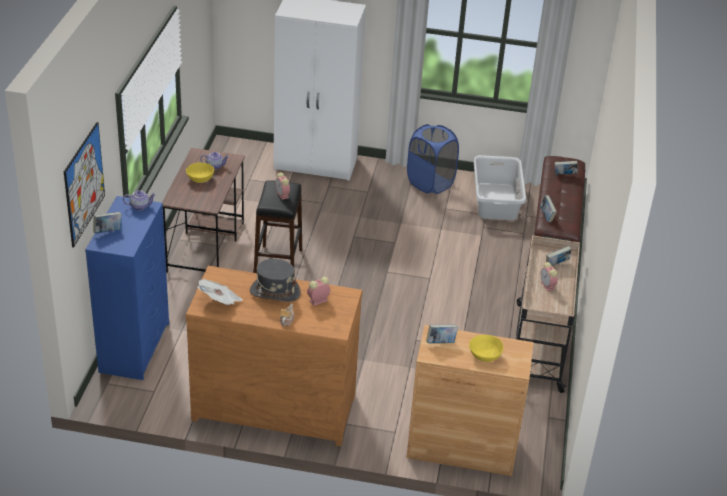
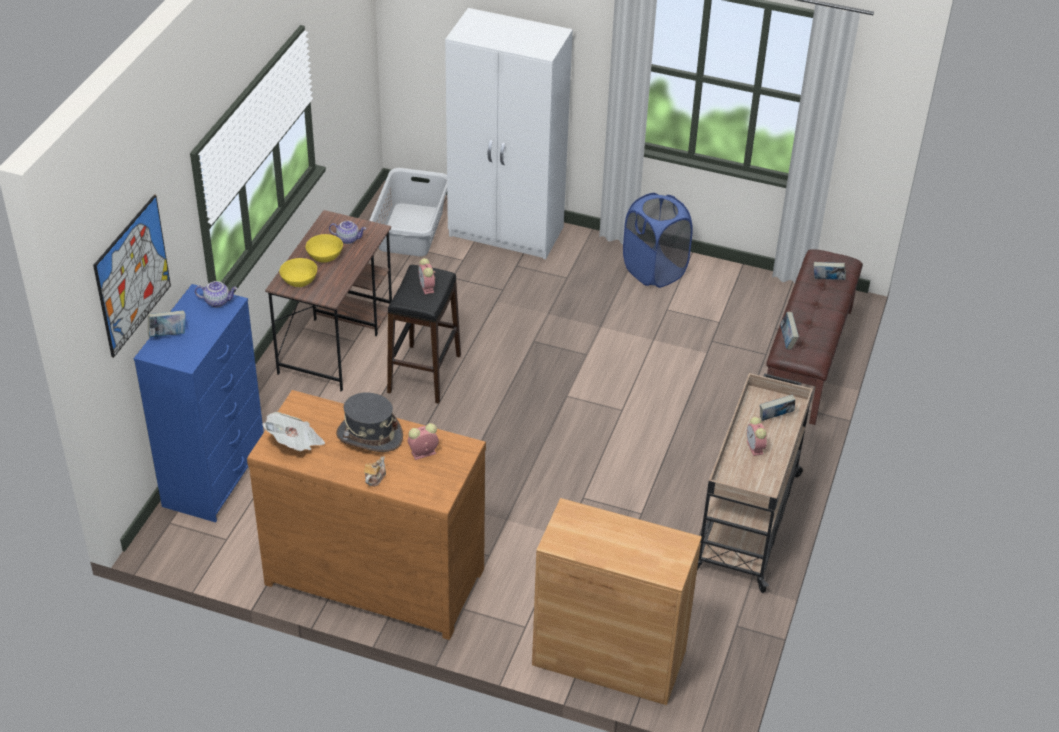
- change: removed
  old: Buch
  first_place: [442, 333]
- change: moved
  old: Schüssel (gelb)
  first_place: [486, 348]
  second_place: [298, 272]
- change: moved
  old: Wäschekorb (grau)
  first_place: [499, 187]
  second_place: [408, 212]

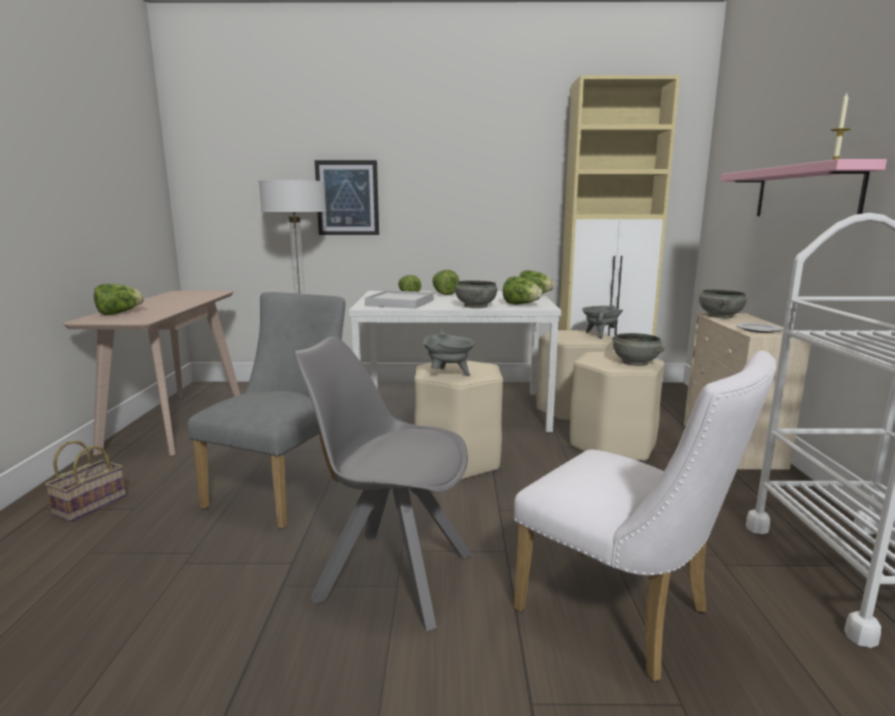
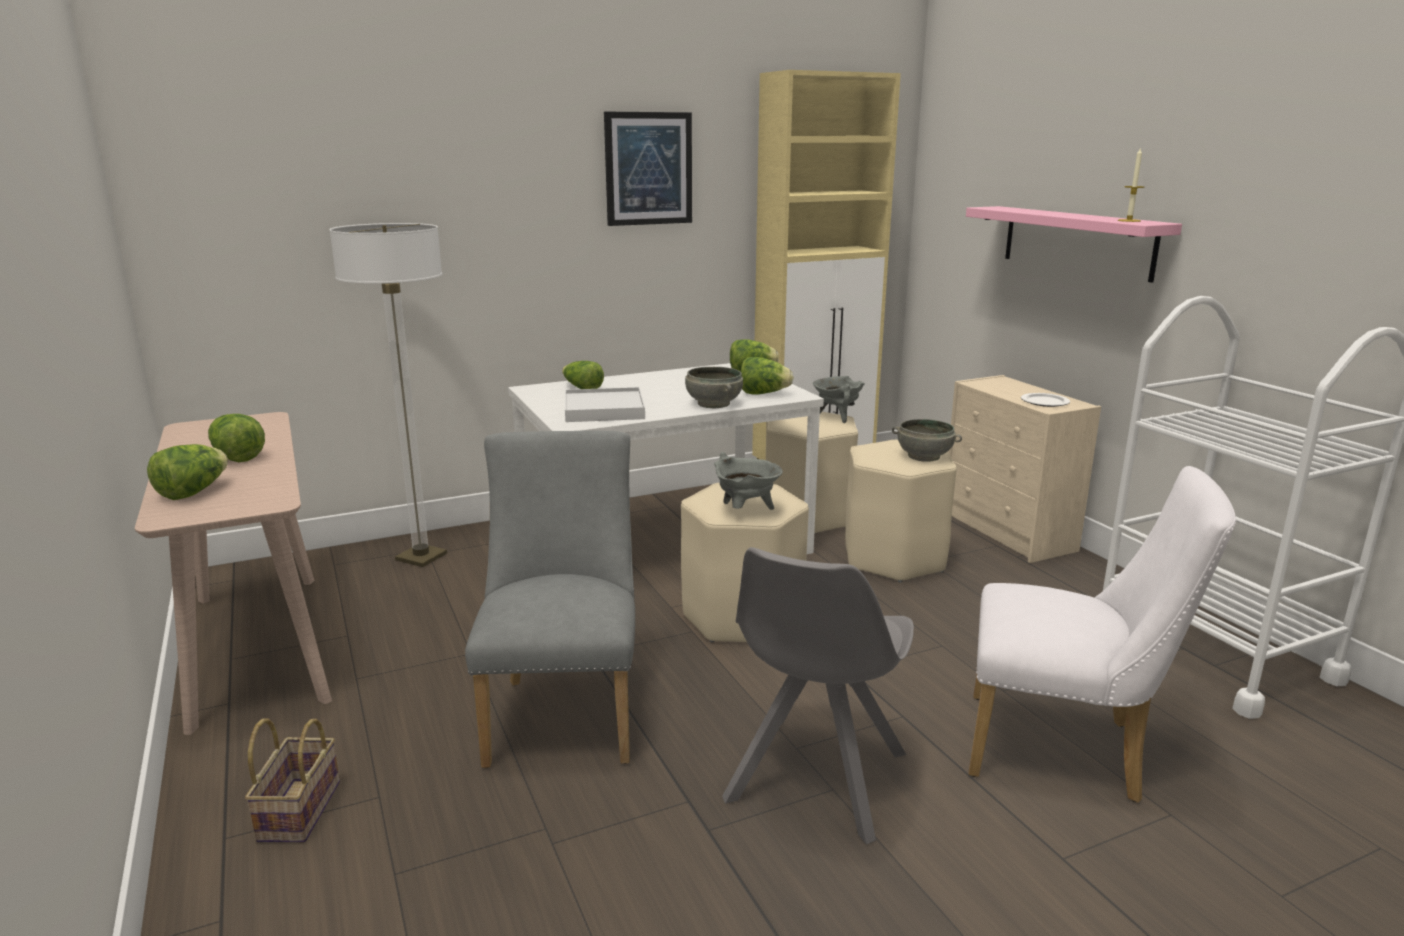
- change: removed
  old: Schüssel (grau)
  first_place: [723, 303]
- change: moved
  old: Bild
  first_place: [347, 197]
  second_place: [648, 169]
- change: moved
  old: Salatkopf
  first_place: [445, 282]
  second_place: [236, 438]
- change: turned
  old: Stuhl (grau)
  first_place: [383, 484]
  second_place: [818, 695]
  degrees: -60

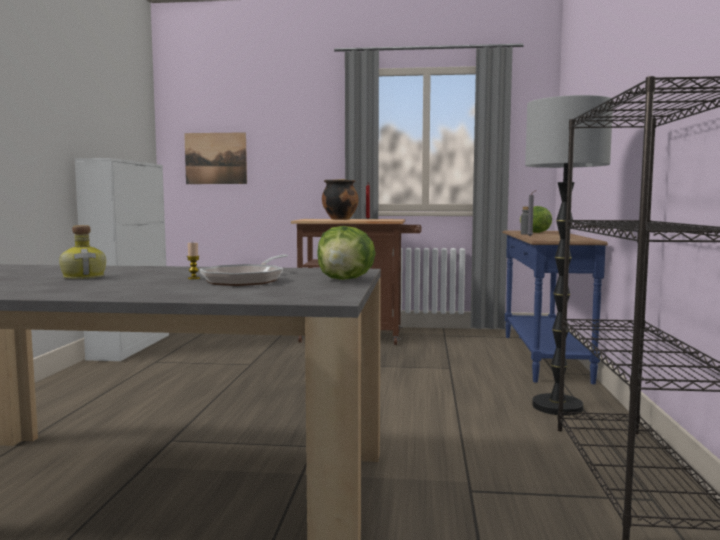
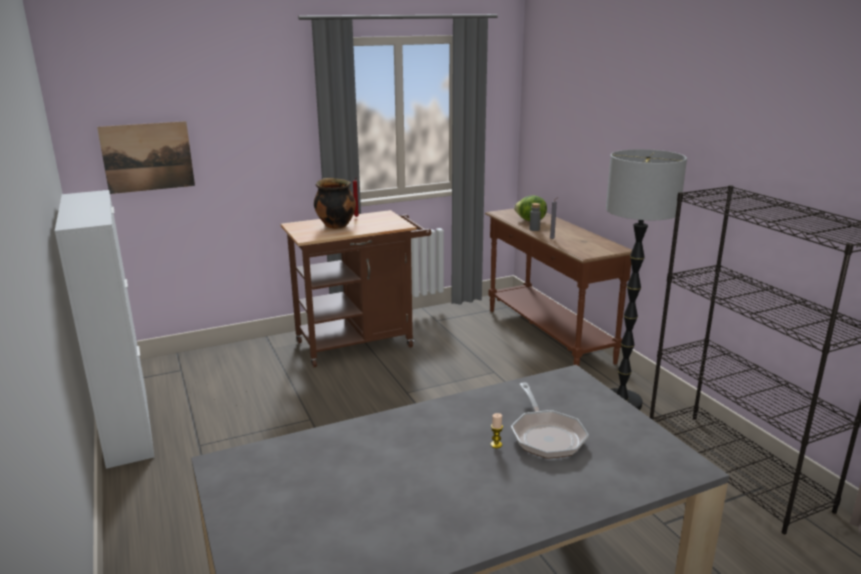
- change: removed
  old: Flasche
  first_place: [82, 252]
- change: removed
  old: Salatkopf
  first_place: [346, 253]
- change: recoloured
  old: Konsolentisch (blau)
  new: Konsolentisch (braun)
  first_place: [555, 307]
  second_place: [558, 287]

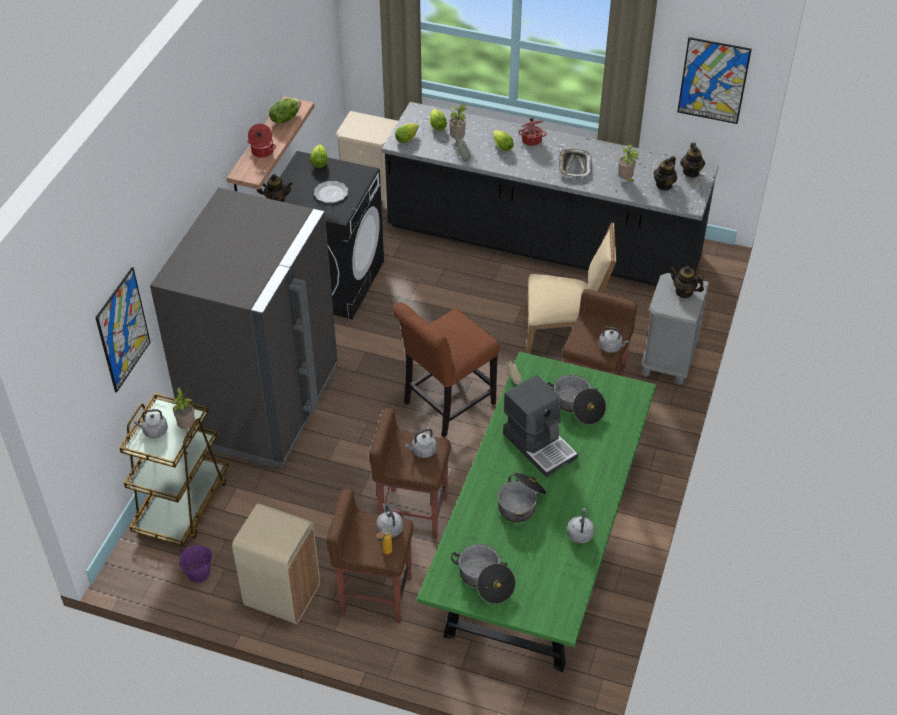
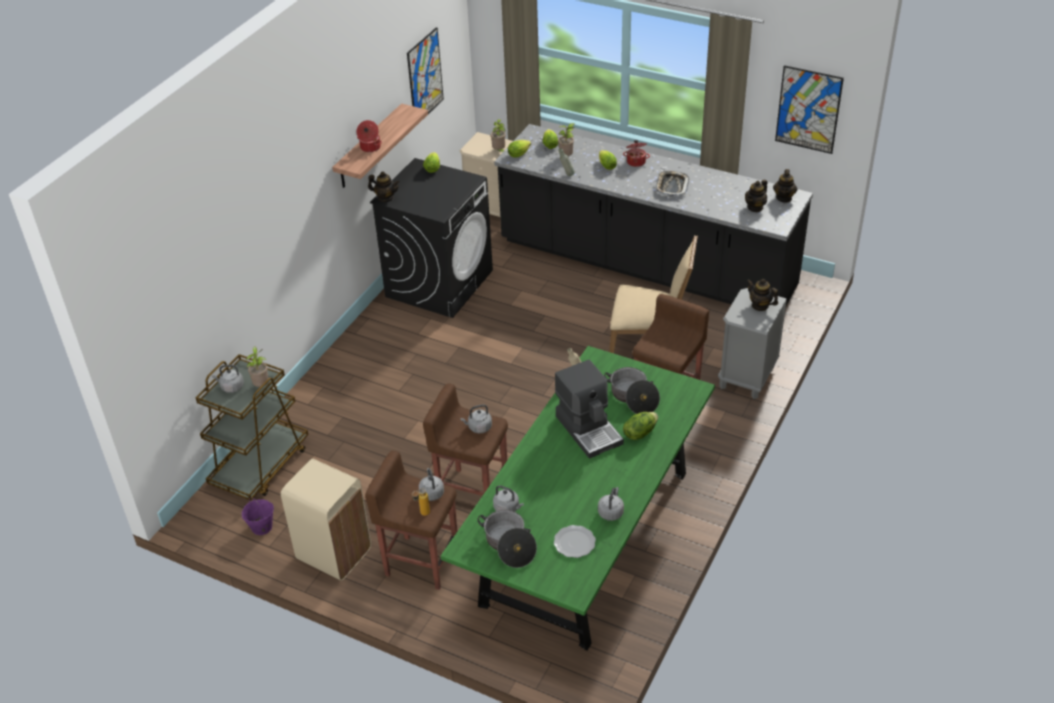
- change: removed
  old: Kühlschrank (grau)
  first_place: [244, 327]
- change: removed
  old: Stuhl (braun)
  first_place: [446, 369]
- change: removed
  old: Kochtopf
  first_place: [522, 497]
- change: moved
  old: Bild
  first_place: [122, 329]
  second_place: [425, 70]
- change: moved
  old: Salatkopf
  first_place: [285, 111]
  second_place: [640, 426]
- change: moved
  old: Teller
  first_place: [331, 192]
  second_place: [575, 541]
- change: moved
  old: Wasserkessel (grau)
  first_place: [614, 339]
  second_place: [508, 498]
- change: moved
  old: Topfpflanze
  first_place: [628, 163]
  second_place: [498, 135]

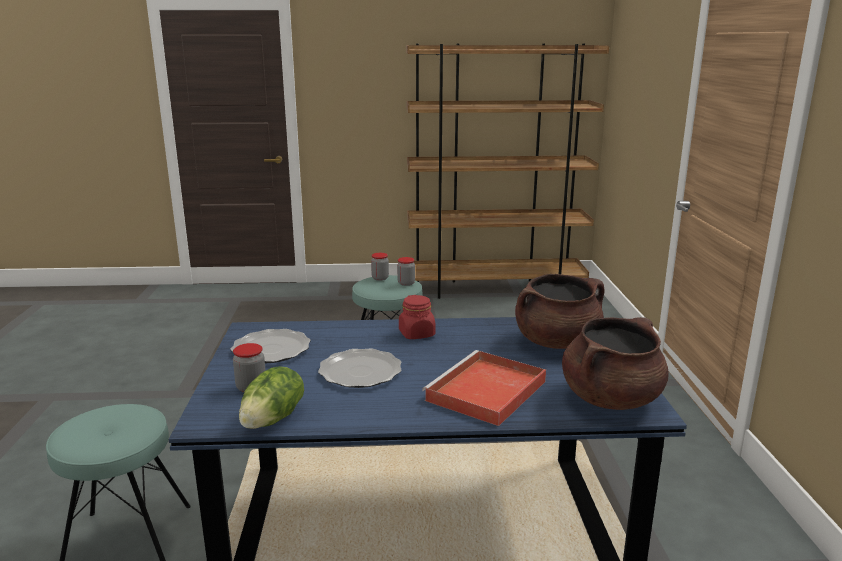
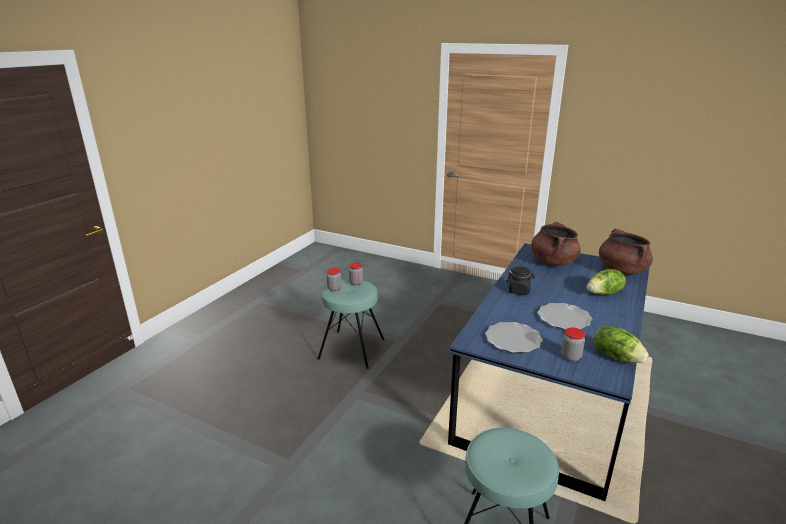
- change: removed
  old: Bücherregal (braun)
  first_place: [507, 171]
- change: replaced
  old: Tablett (rot)
  new: Salatkopf
  first_place: [484, 388]
  second_place: [606, 282]
- change: recoloured
  old: Vorratsglas (rot)
  new: Vorratsglas (schwarz)
  first_place: [417, 317]
  second_place: [520, 280]

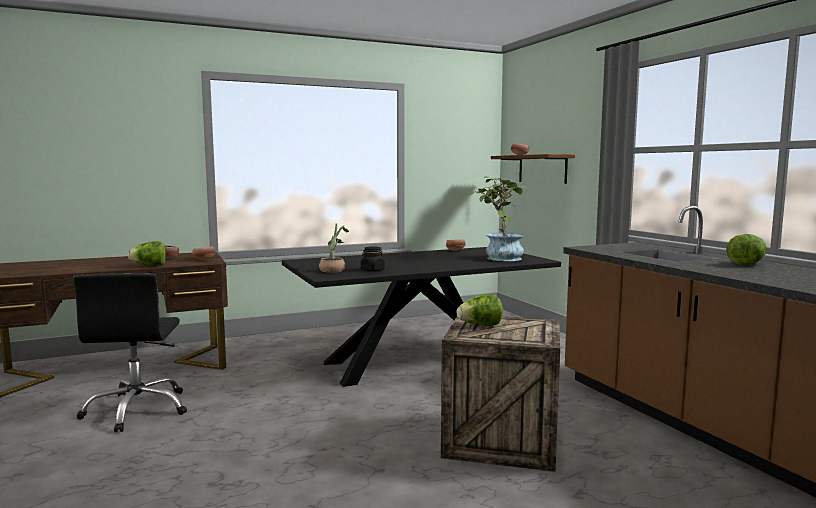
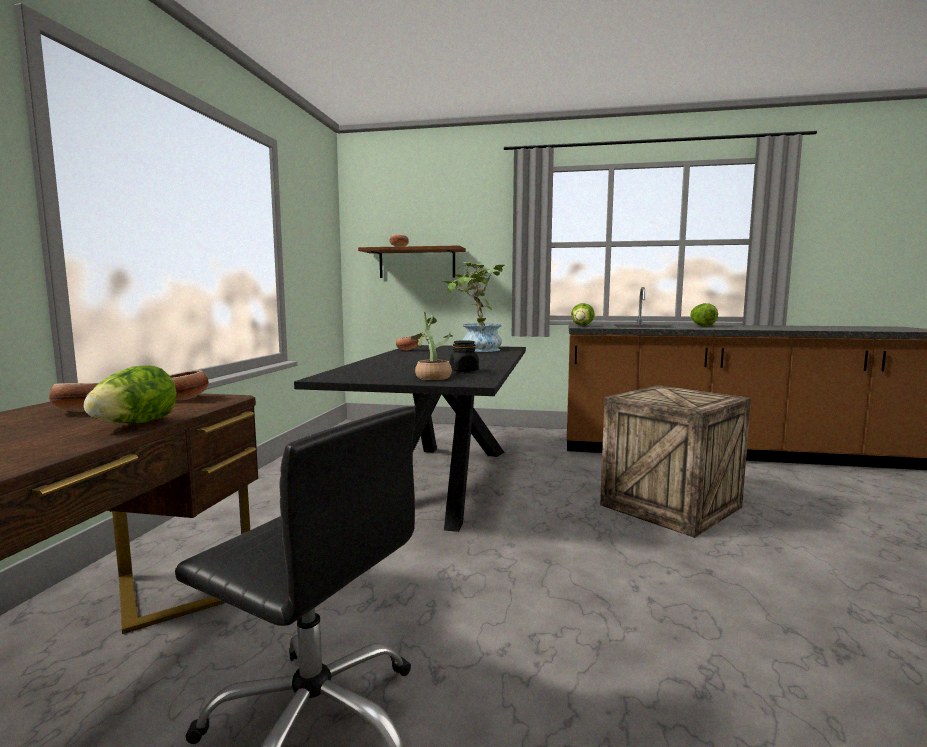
- change: moved
  old: Salatkopf
  first_place: [480, 310]
  second_place: [583, 314]

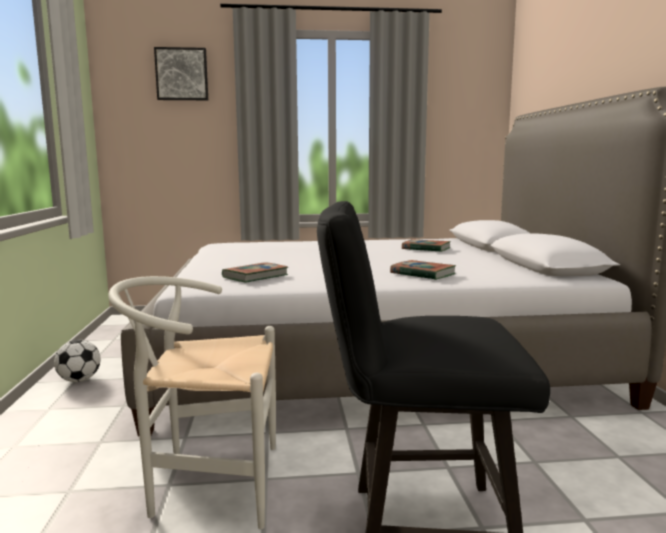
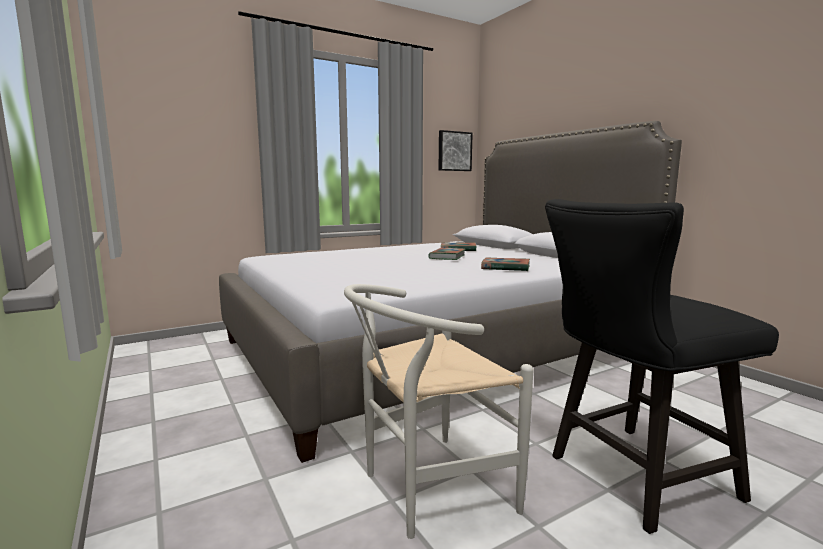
- change: removed
  old: Fußball
  first_place: [77, 360]
- change: moved
  old: Bild
  first_place: [181, 73]
  second_place: [456, 150]
- change: moved
  old: Buch
  first_place: [255, 272]
  second_place: [447, 254]

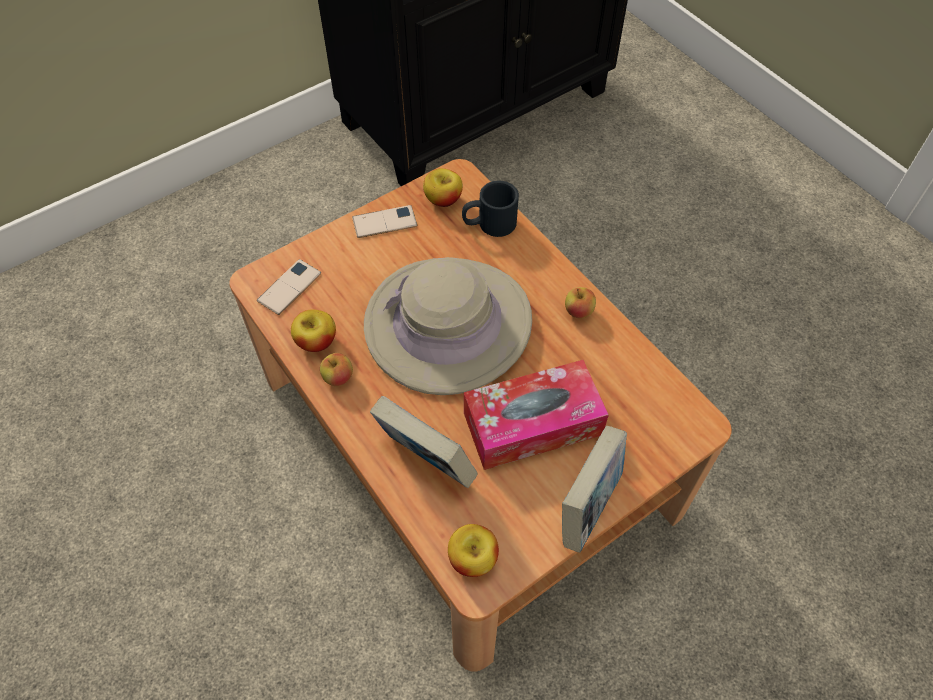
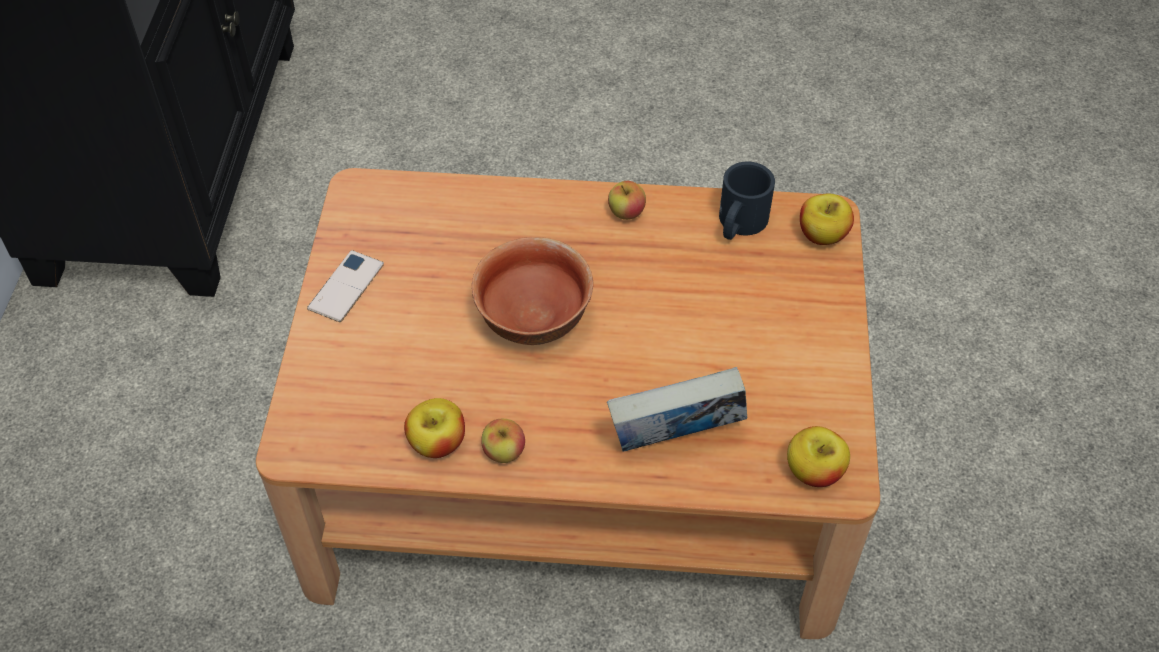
- change: removed
  old: Handy
  first_place: [289, 287]
- change: removed
  old: Taschentuchbox
  first_place: [536, 415]
- change: removed
  old: Buch
  first_place: [594, 489]
- change: moved
  old: Apfel
  first_place: [443, 187]
  second_place: [827, 219]
- change: moved
  old: Henkelbecher (schwarz)
  first_place: [490, 209]
  second_place: [747, 201]
- change: replaced
  old: Hut (beige)
  new: Schüssel
  first_place: [448, 326]
  second_place: [532, 291]

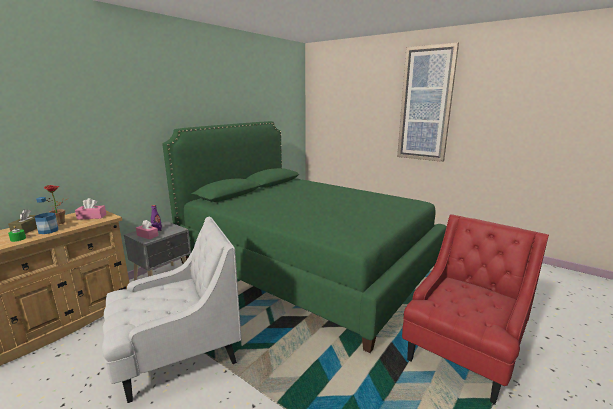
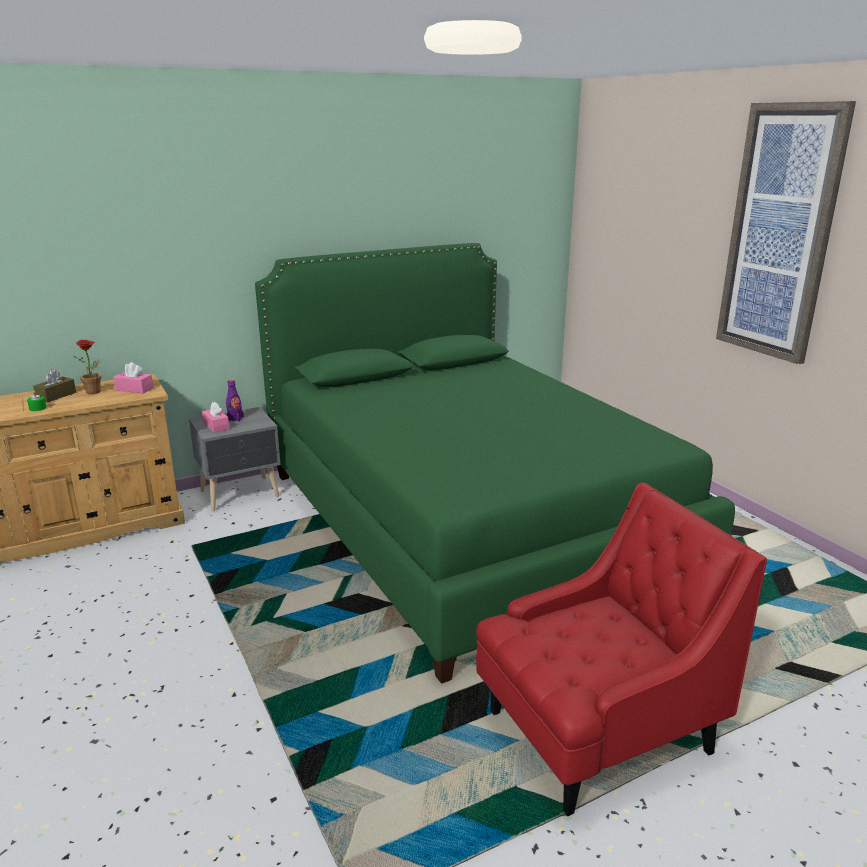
- change: removed
  old: Flasche
  first_place: [46, 215]
- change: removed
  old: Sessel (weiß)
  first_place: [171, 310]

